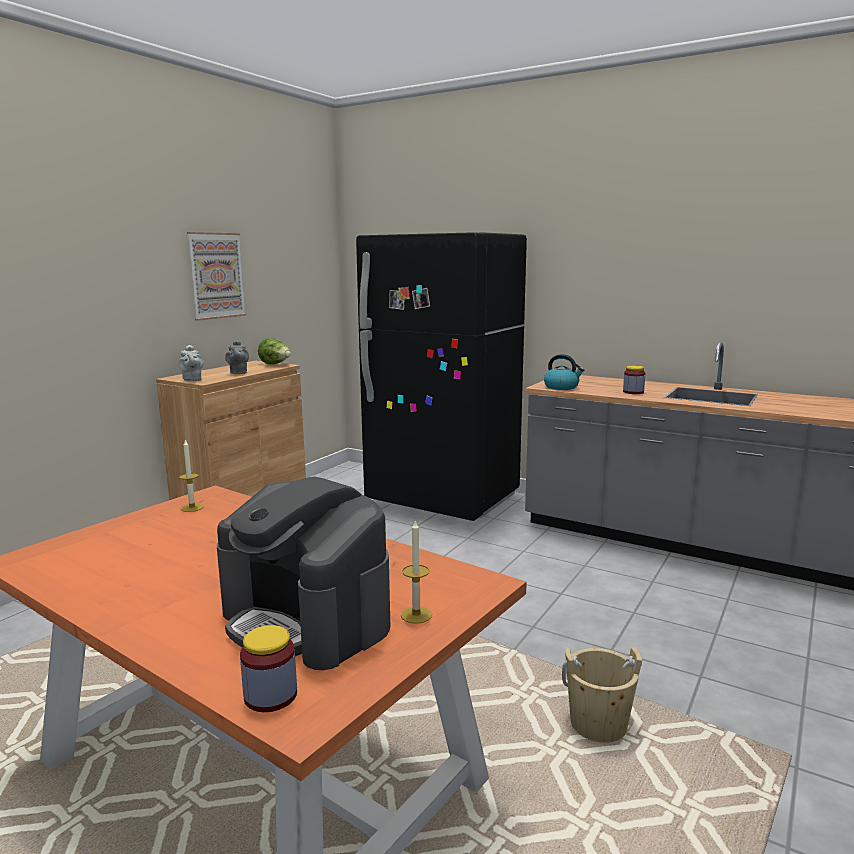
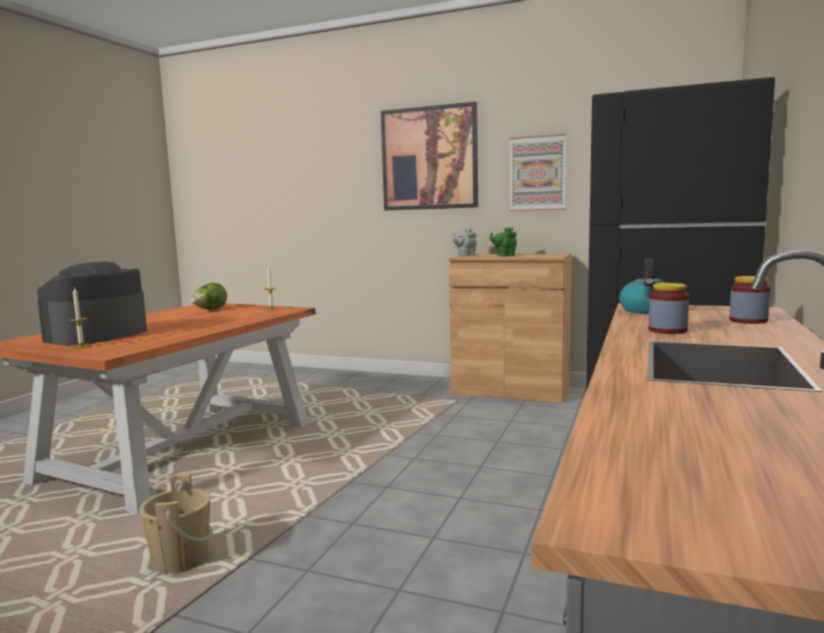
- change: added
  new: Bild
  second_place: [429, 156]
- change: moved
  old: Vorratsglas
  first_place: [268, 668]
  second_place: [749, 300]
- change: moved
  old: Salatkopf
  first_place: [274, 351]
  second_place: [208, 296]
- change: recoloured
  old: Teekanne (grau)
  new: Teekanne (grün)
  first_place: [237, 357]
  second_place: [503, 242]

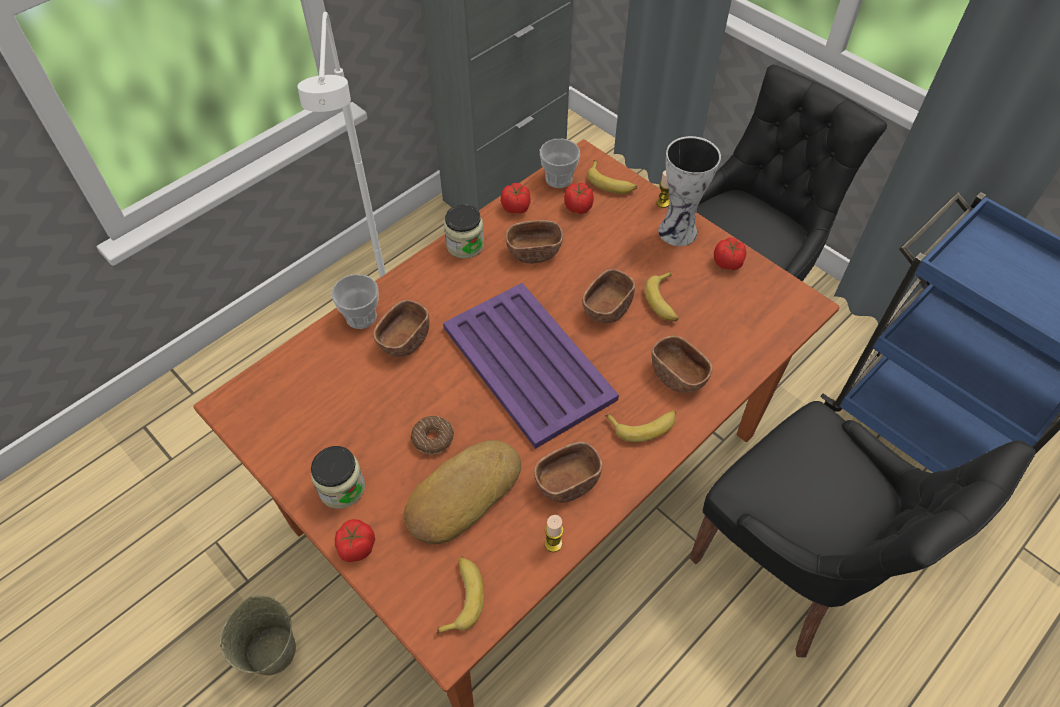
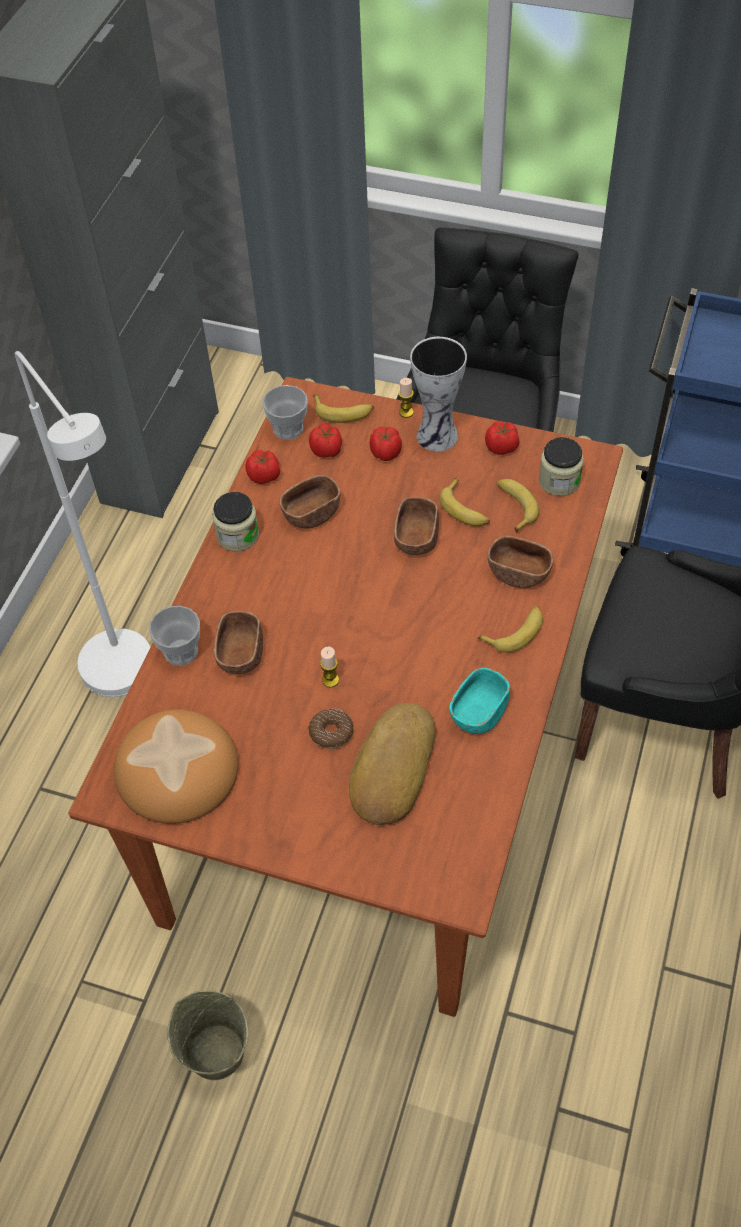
- change: removed
  old: Tablett (lila)
  first_place: [531, 366]
- change: added
  new: Brot
  second_place: [176, 766]
- change: moved
  old: Vorratsglas
  first_place: [338, 477]
  second_place: [561, 466]
- change: moved
  old: Tomate
  first_place: [355, 540]
  second_place: [386, 444]
- change: moved
  old: Banane
  first_place: [460, 595]
  second_place: [518, 505]
- change: moved
  old: Kerze
  first_place: [554, 533]
  second_place: [329, 667]
- change: recoloured
  old: Schüssel (braun)
  new: Schüssel (türkis)
  first_place: [568, 472]
  second_place: [479, 701]

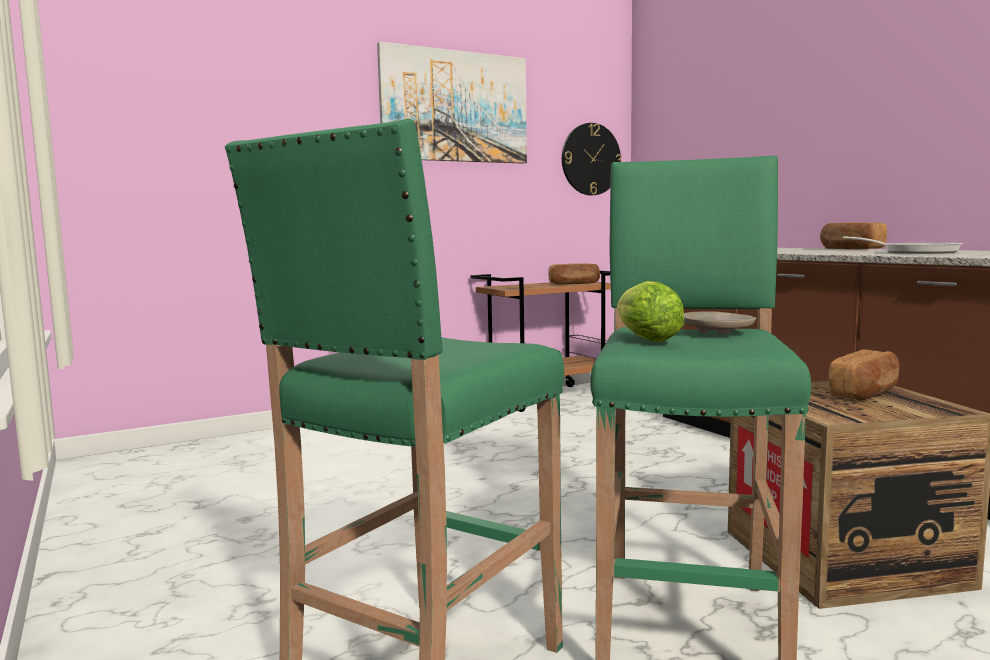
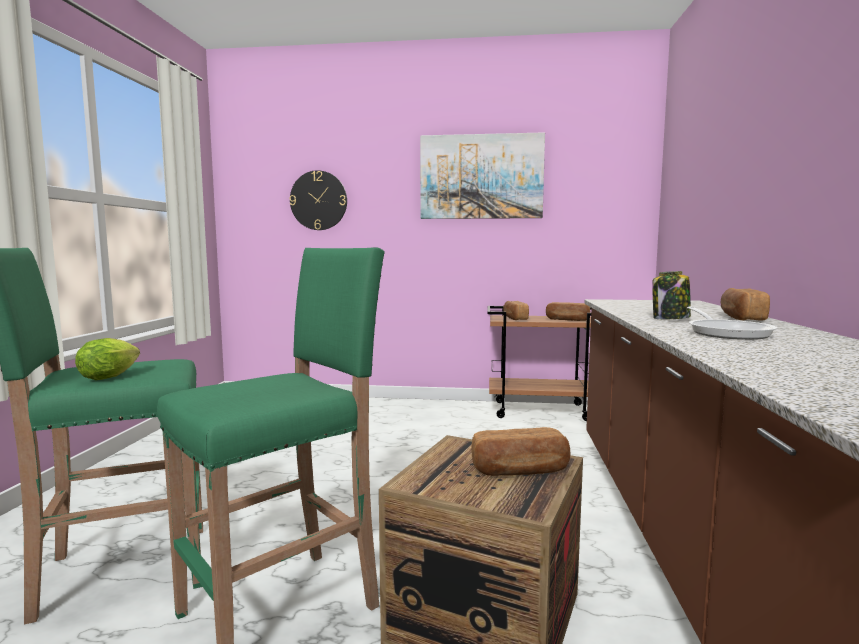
- change: removed
  old: Teller (beige)
  first_place: [720, 323]
- change: added
  new: Brot
  second_place: [516, 310]
- change: added
  new: Vorratsglas
  second_place: [671, 295]
- change: moved
  old: Wanduhr
  first_place: [592, 159]
  second_place: [318, 200]
- change: moved
  old: Salatkopf
  first_place: [651, 311]
  second_place: [107, 359]

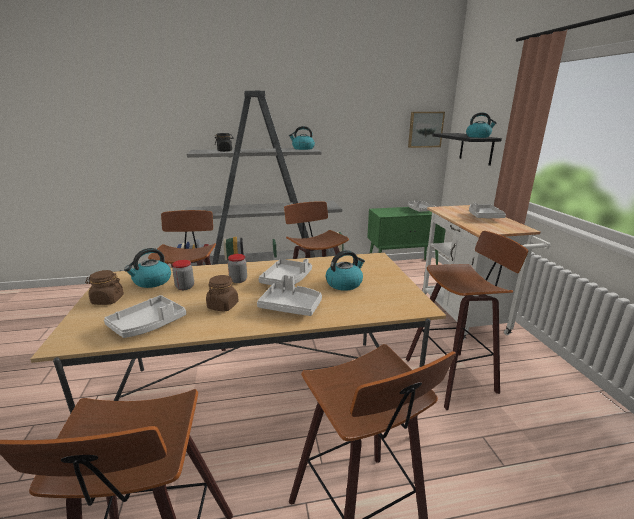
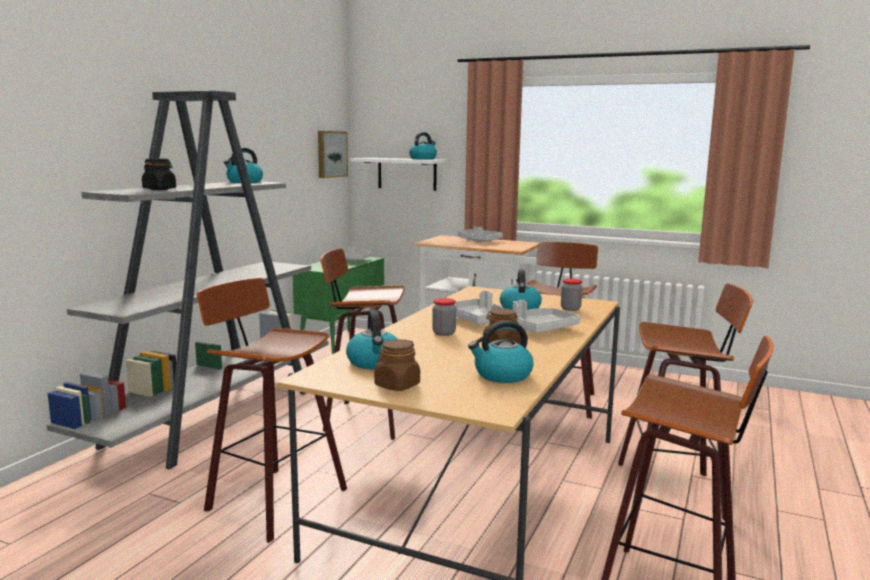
- change: moved
  old: Vorratsglas
  first_place: [183, 275]
  second_place: [572, 295]
- change: replaced
  old: Tablett (grau)
  new: Wasserkessel
  first_place: [145, 316]
  second_place: [501, 352]
- change: recoloured
  old: Wandregal (schwarz)
  new: Wandregal (weiß)
  first_place: [467, 149]
  second_place: [398, 174]

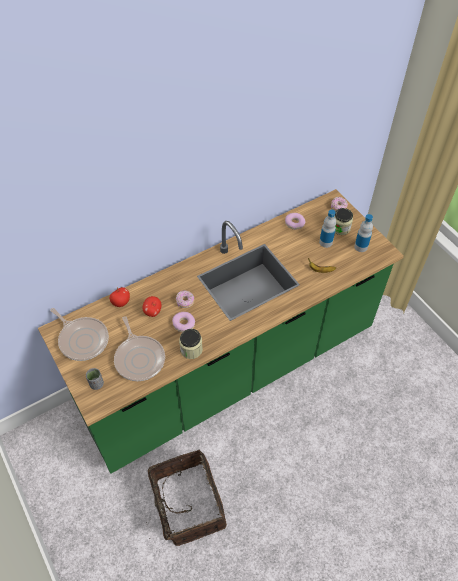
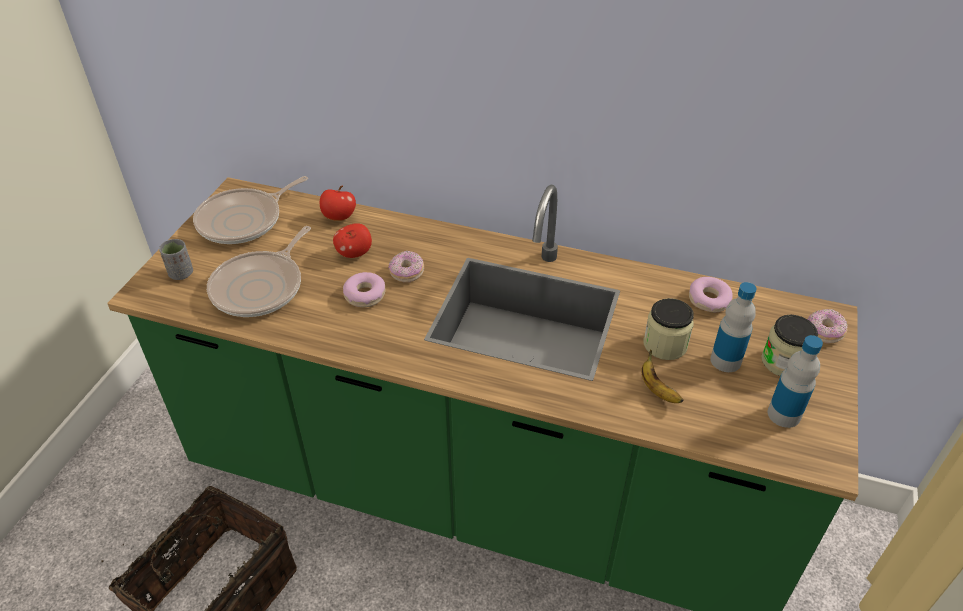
- change: moved
  old: Vorratsglas
  first_place: [191, 344]
  second_place: [668, 329]
- change: turned
  old: Pfanne
  first_place: [79, 334]
  second_place: [250, 210]
  degrees: 45

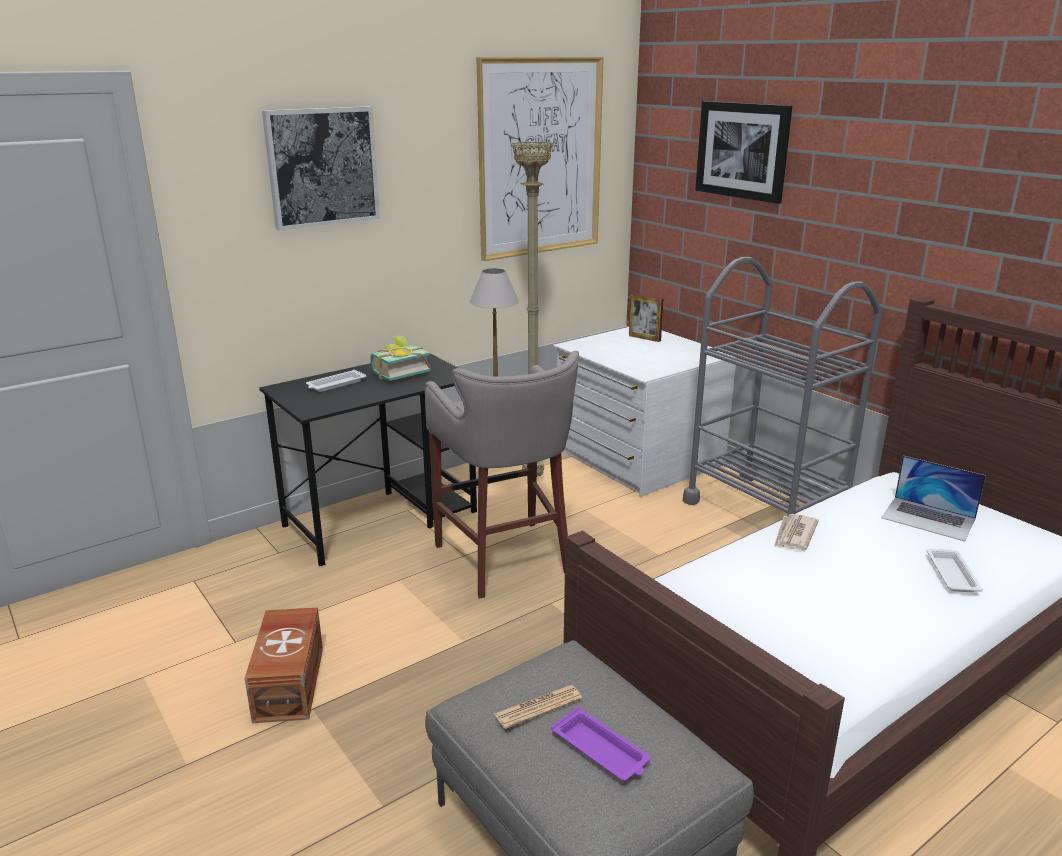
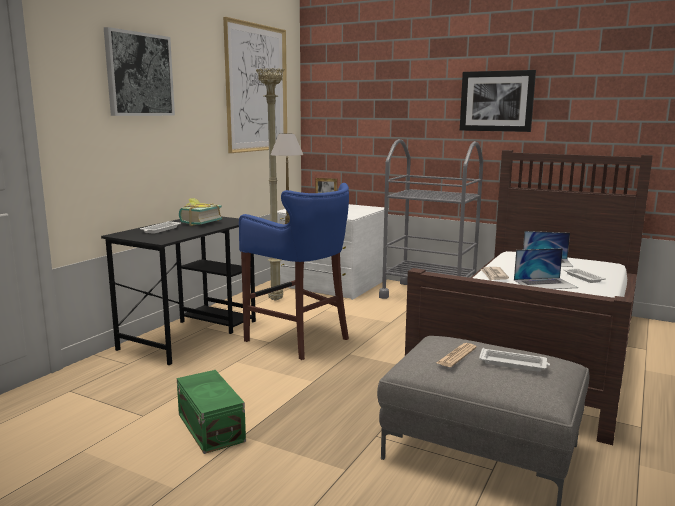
- change: added
  new: Laptop
  second_place: [546, 268]
- change: moved
  old: Bild
  first_place: [743, 152]
  second_place: [498, 101]
- change: recoloured
  old: Aufbewahrungsbox (braun)
  new: Aufbewahrungsbox (grün)
  first_place: [283, 665]
  second_place: [211, 412]
- change: recoloured
  old: Hocker (grau)
  new: Hocker (blau)
  first_place: [502, 474]
  second_place: [294, 271]
- change: recoloured
  old: Tablett (lila)
  new: Tablett (weiß)
  first_place: [601, 744]
  second_place: [514, 360]

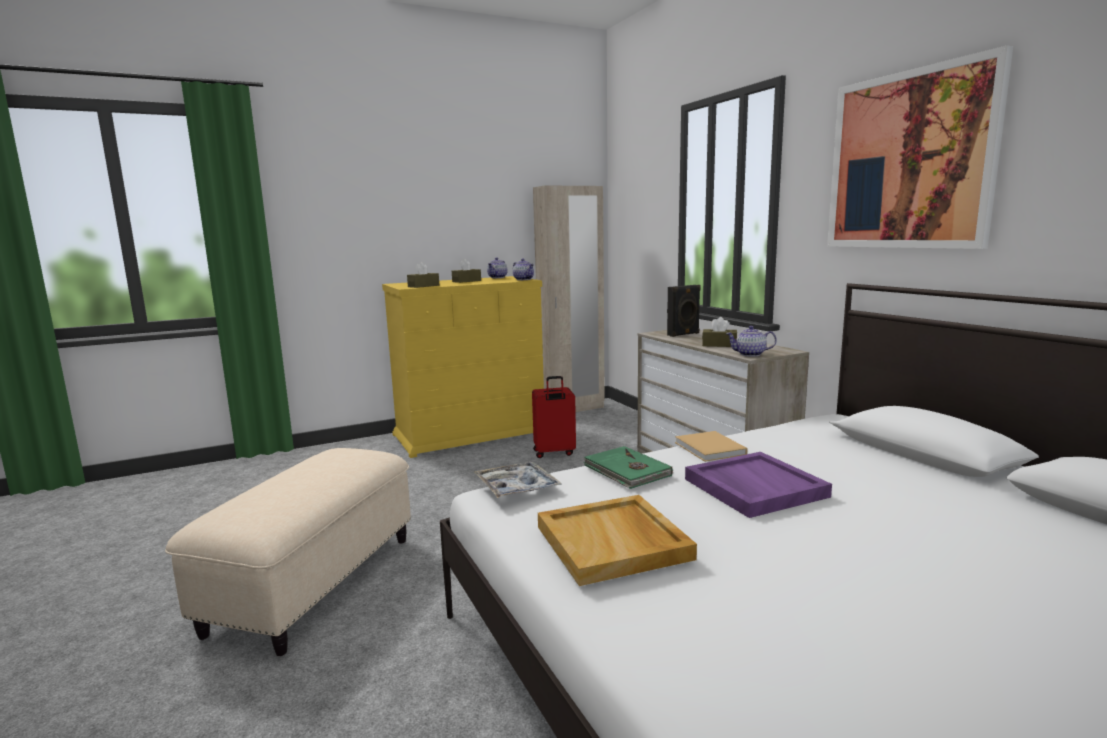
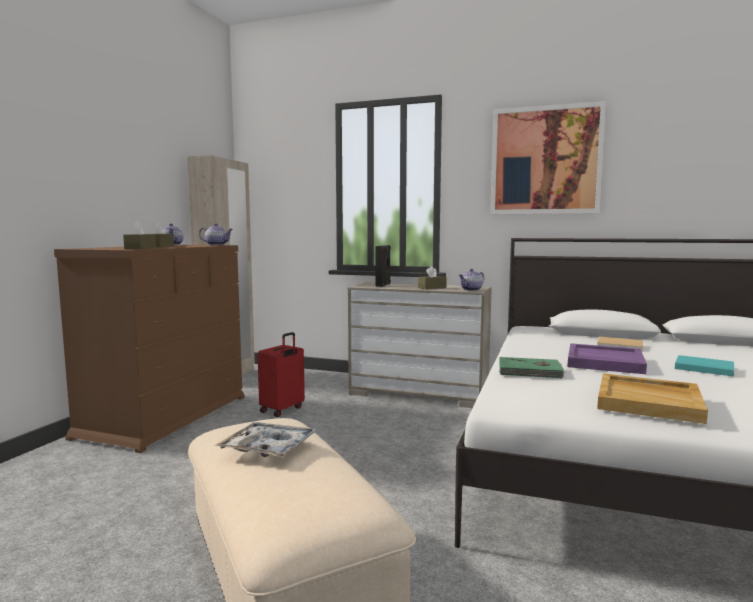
- change: added
  new: Buch (türkis)
  second_place: [704, 366]
- change: moved
  old: Tablett
  first_place: [518, 480]
  second_place: [265, 440]
- change: moved
  old: Buch (beige)
  first_place: [711, 446]
  second_place: [620, 344]
- change: recoloured
  old: Kommode (gelb)
  new: Kommode (braun)
  first_place: [463, 367]
  second_place: [149, 349]

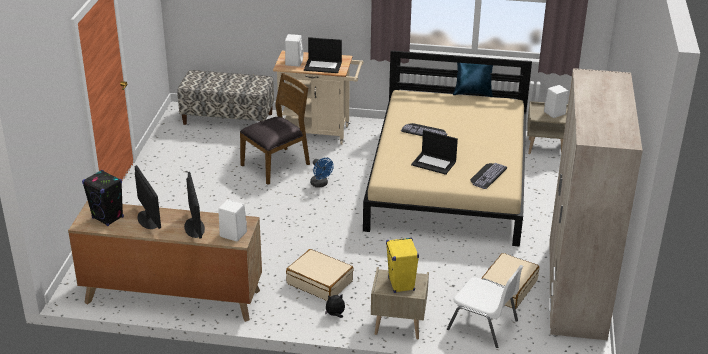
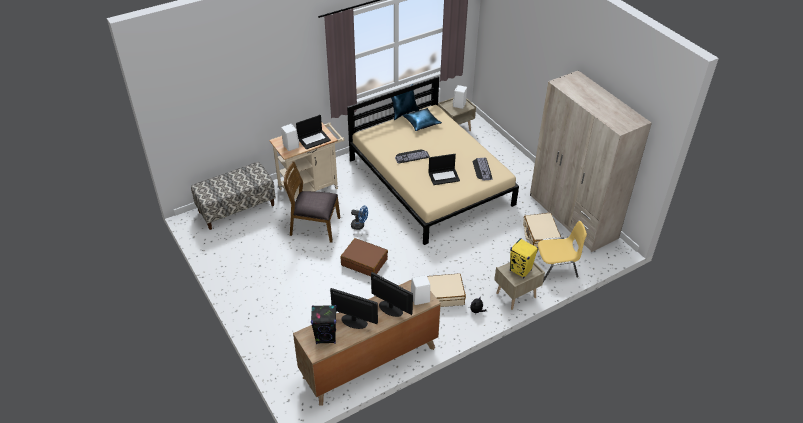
- change: added
  new: Koffer (braun)
  second_place: [364, 257]
- change: added
  new: Kissen (blau)
  second_place: [422, 119]
- change: recoloured
  old: Stuhl (weiß)
  new: Stuhl (gelb)
  first_place: [485, 306]
  second_place: [562, 251]
- change: turned
  old: Stuhl (braun)
  first_place: [275, 129]
  second_place: [311, 202]
  degrees: -90

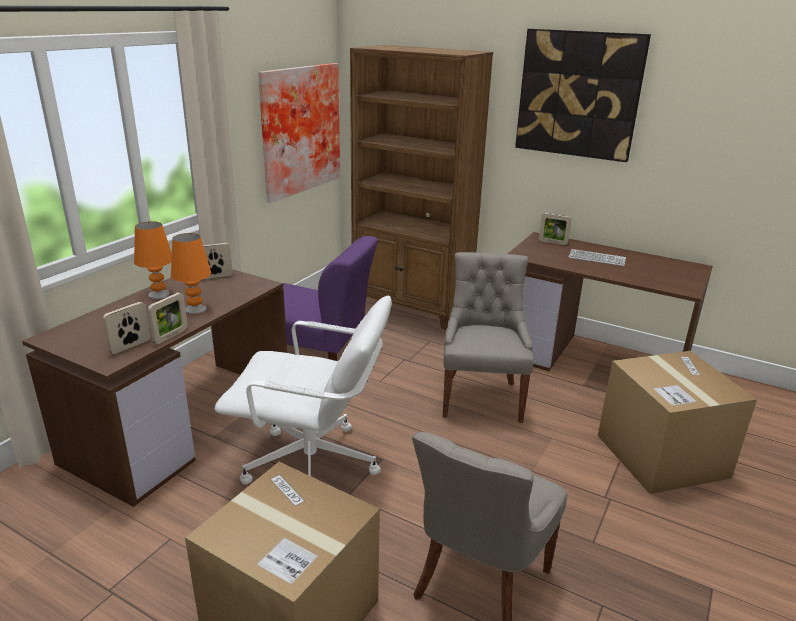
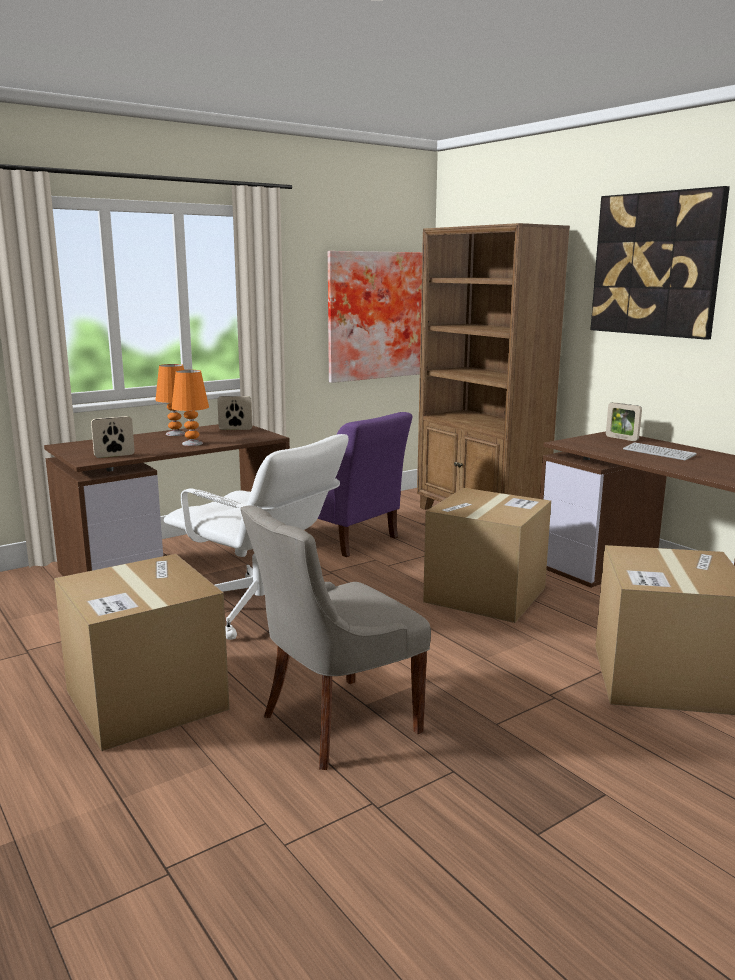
- change: removed
  old: Bilderrahmen
  first_place: [167, 318]
- change: replaced
  old: Stuhl (grau)
  new: Karton
  first_place: [488, 337]
  second_place: [487, 555]

